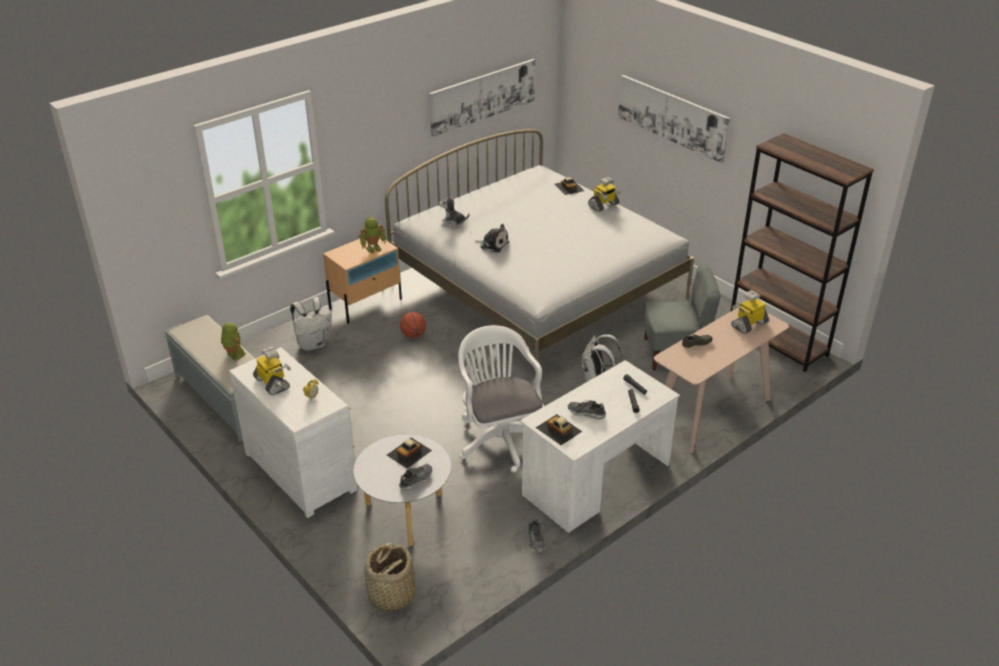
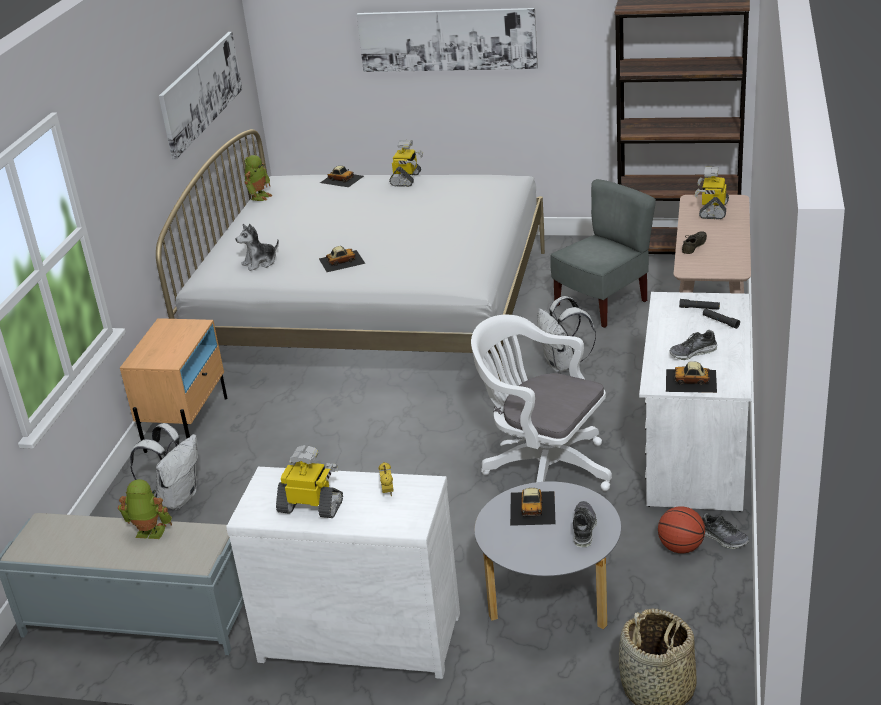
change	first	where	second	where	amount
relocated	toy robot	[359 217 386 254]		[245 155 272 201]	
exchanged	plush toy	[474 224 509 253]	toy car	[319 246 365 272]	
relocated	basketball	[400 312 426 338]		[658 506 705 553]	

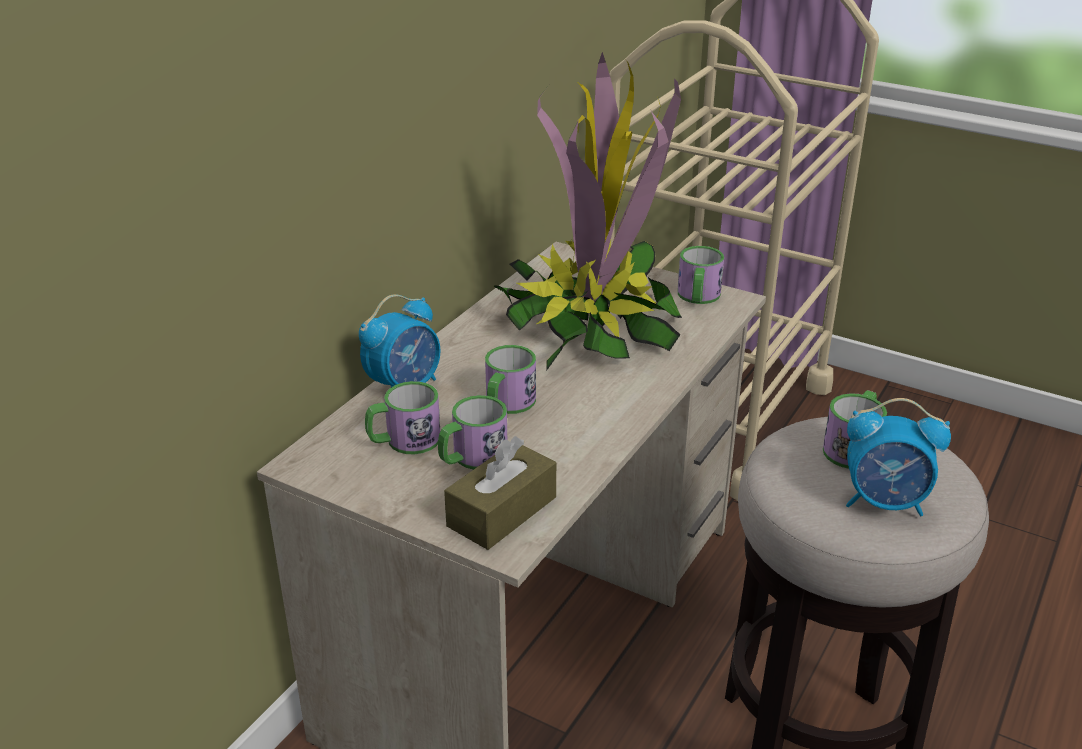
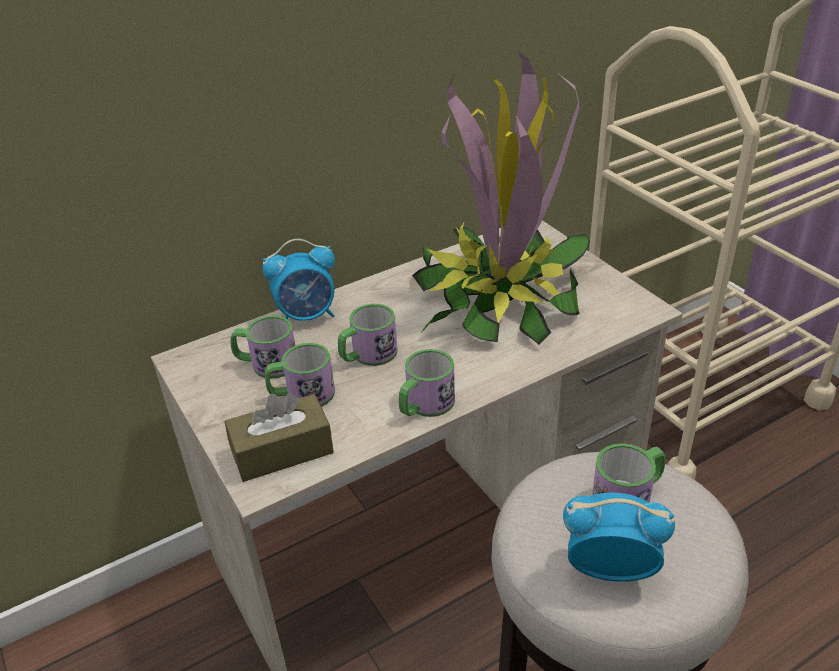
change	first	where	second	where	amount
relocated	mug	[677 246 724 304]		[399 349 455 417]	
spun	alarm clock	[846 398 951 516]		[563 493 675 582]	150 degrees clockwise

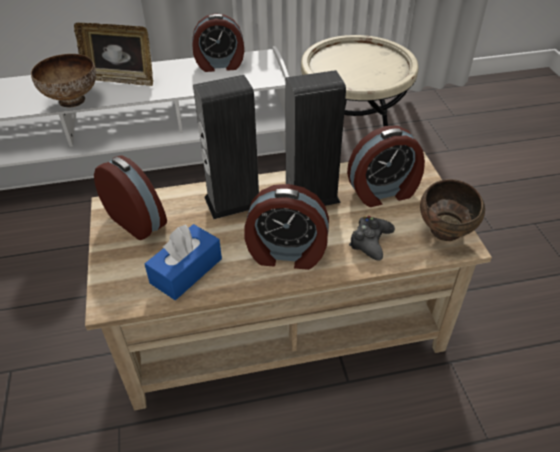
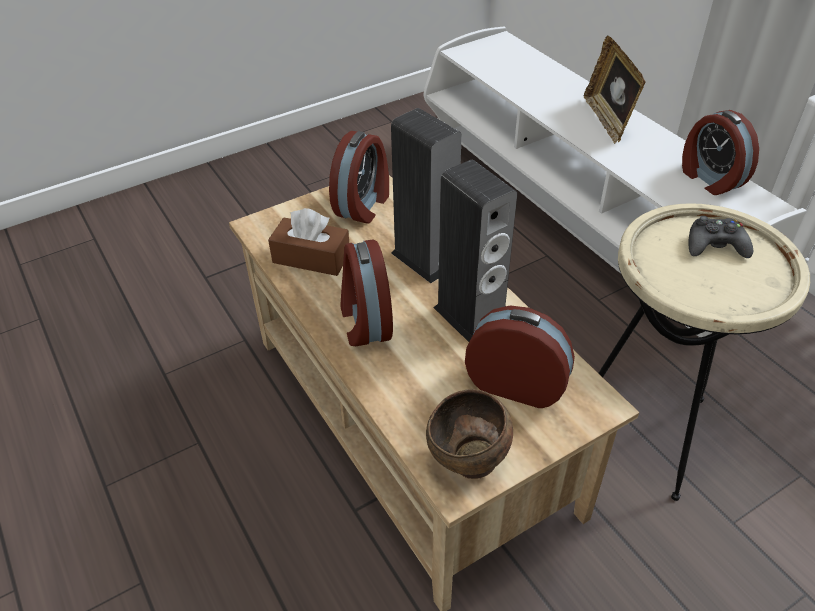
change	first	where	second	where	amount
missing	bowl	[31 54 96 107]			
spun	alarm clock	[347 126 425 207]		[465 306 575 408]	150 degrees clockwise
relocated	black game controller	[349 216 395 261]		[689 216 753 258]	
colour	blue tissue box	[145 224 222 300]	brown tissue box	[268 208 349 276]	

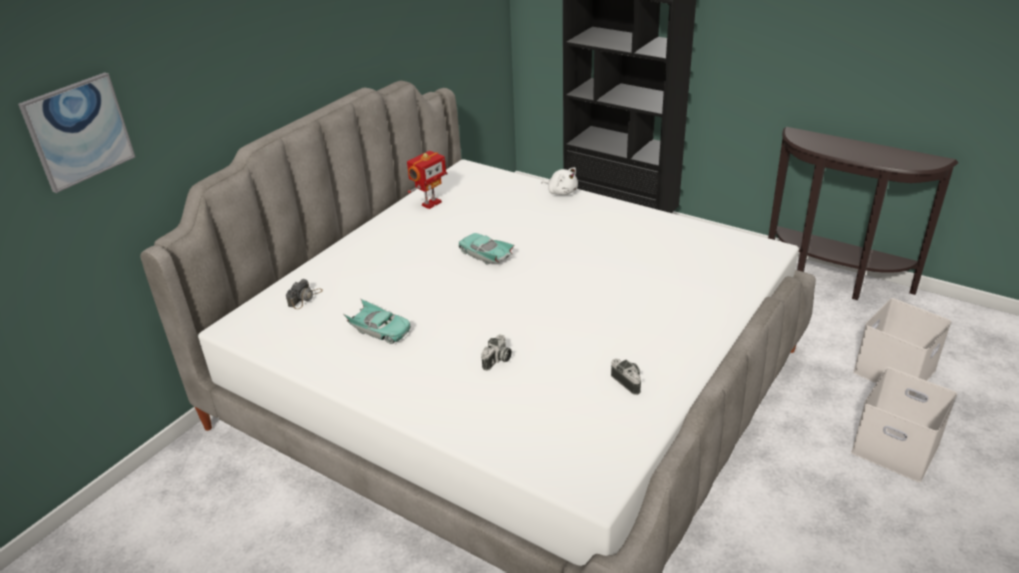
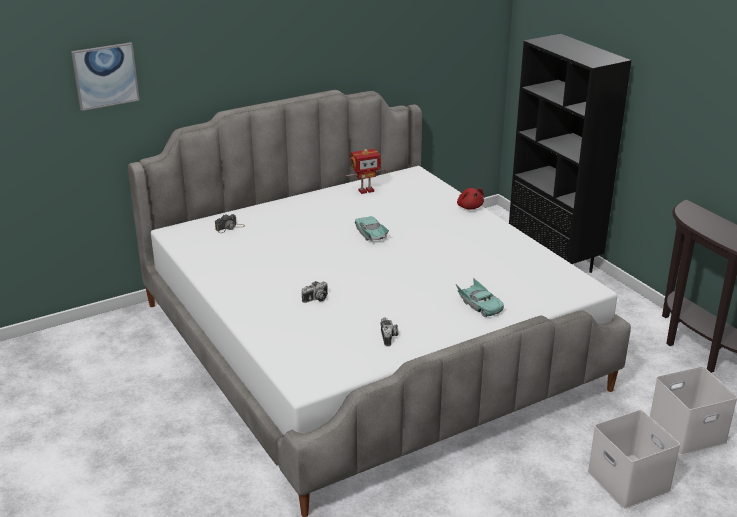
change	first	where	second	where	amount
colour	white plush toy	[542 167 578 195]	red plush toy	[457 188 484 210]	
relocated	turquoise toy car	[343 299 410 344]		[456 278 504 317]	

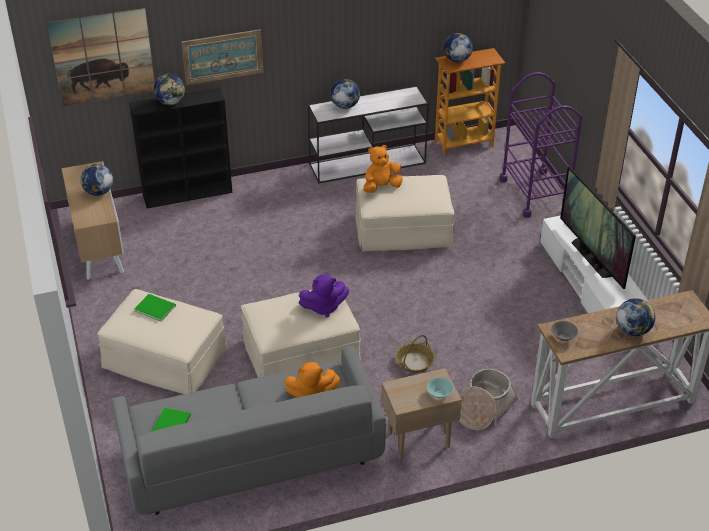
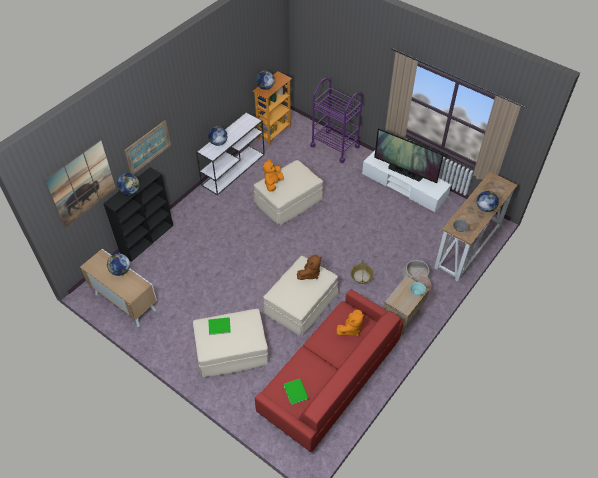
change	first	where	second	where	amount
colour	purple plush toy	[299 274 349 317]	brown plush toy	[297 254 321 280]	
colour	grey sofa	[112 346 386 515]	red sofa	[255 289 404 452]	

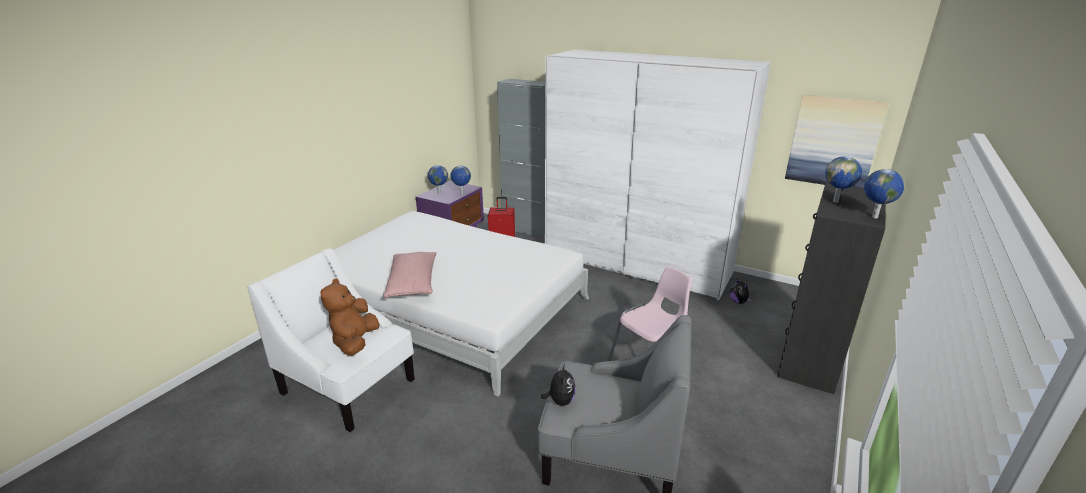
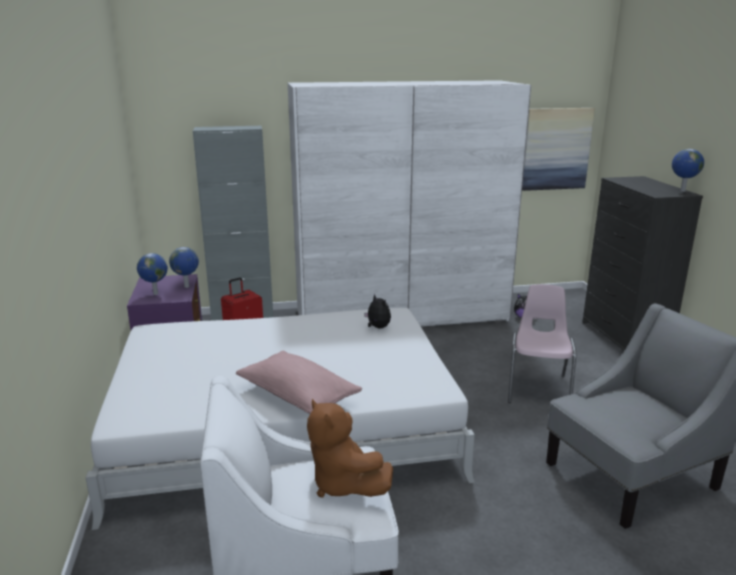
change	first	where	second	where	amount
missing	globe	[825 156 862 203]			
relocated	plush toy	[541 363 576 406]		[364 293 391 328]	

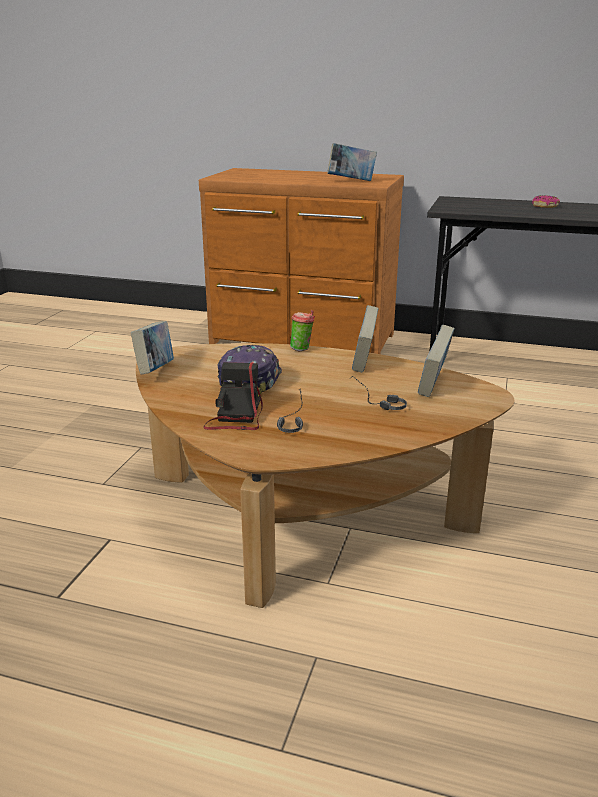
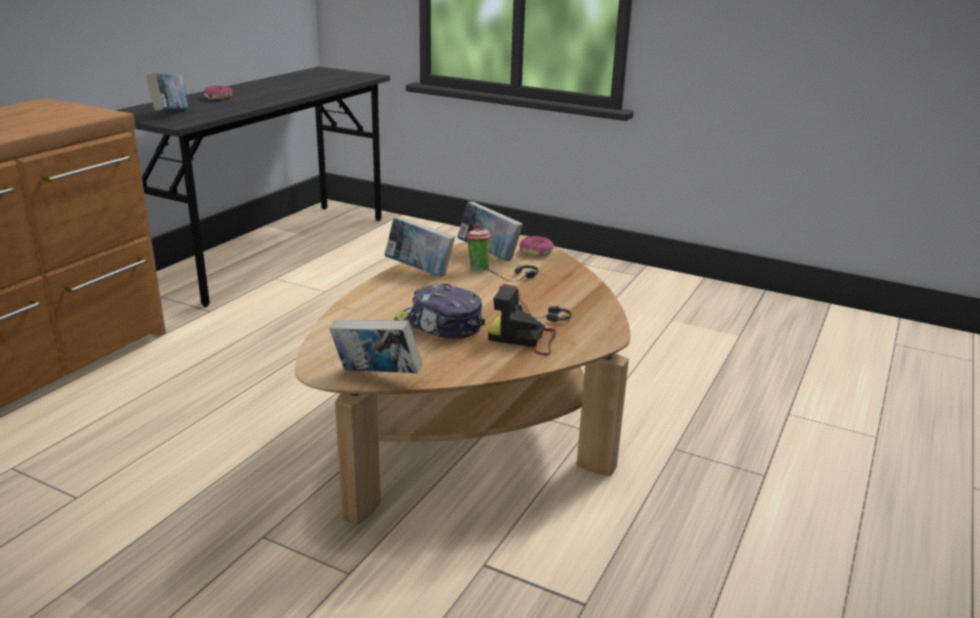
change	first	where	second	where	amount
relocated	book	[327 143 377 181]		[146 73 188 111]	
relocated	cup	[290 310 315 351]		[466 225 491 270]	
appeared			donut	[519 236 554 256]	

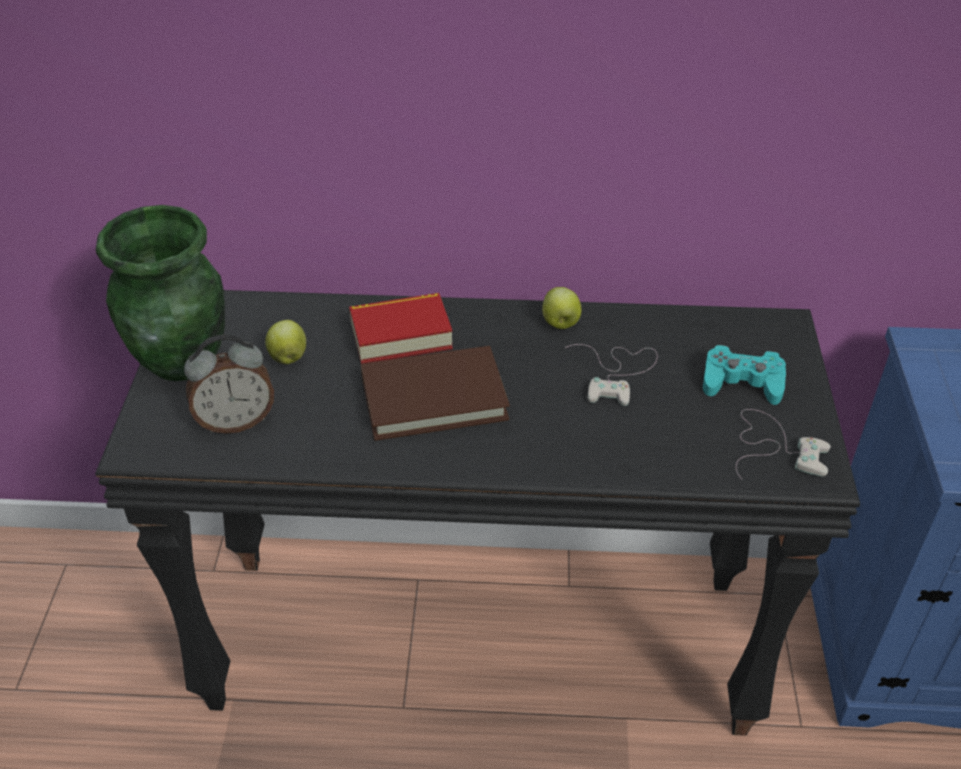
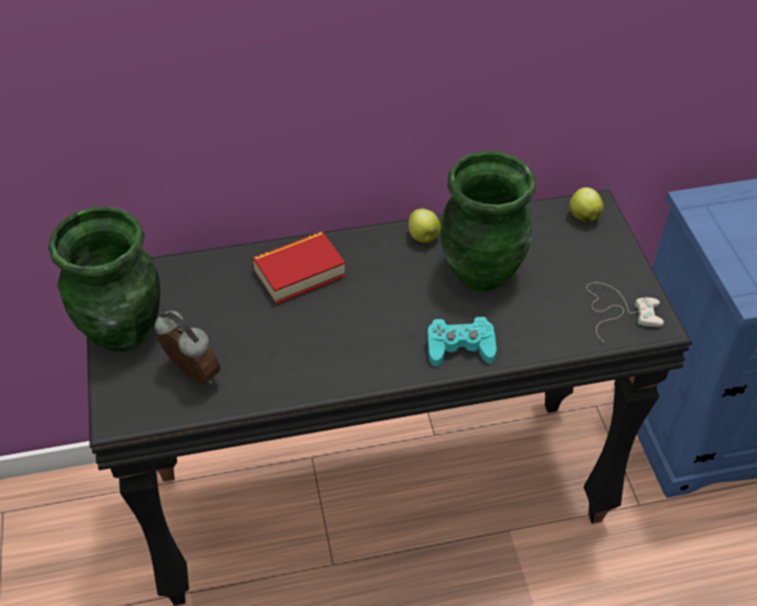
change	first	where	second	where	amount
relocated	apple	[265 320 306 365]		[569 187 604 222]	
spun	alarm clock	[184 334 274 434]		[154 311 221 385]	105 degrees counterclockwise
exchanged	white game controller	[565 344 657 406]	green vase	[441 151 535 292]	
relocated	turquoise game controller	[703 345 786 405]		[427 316 497 367]	
missing	brown book	[361 346 510 441]			

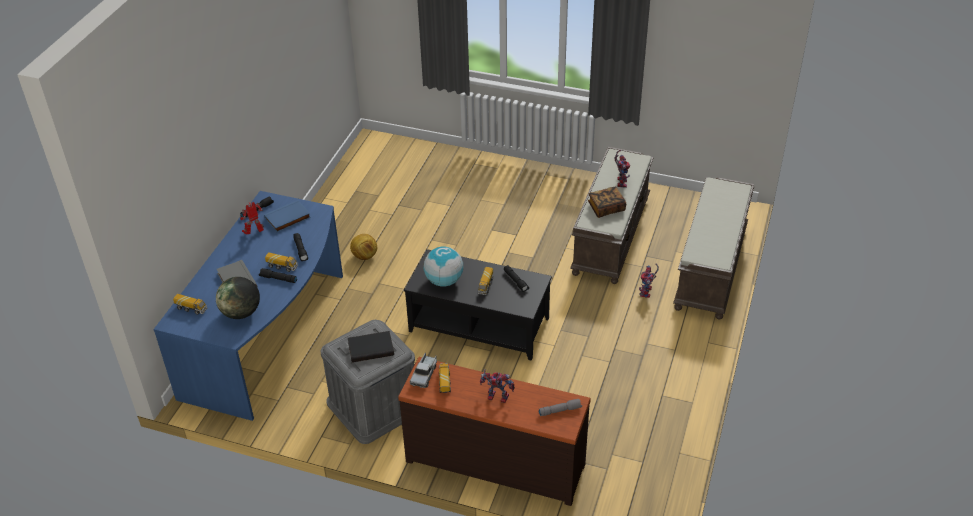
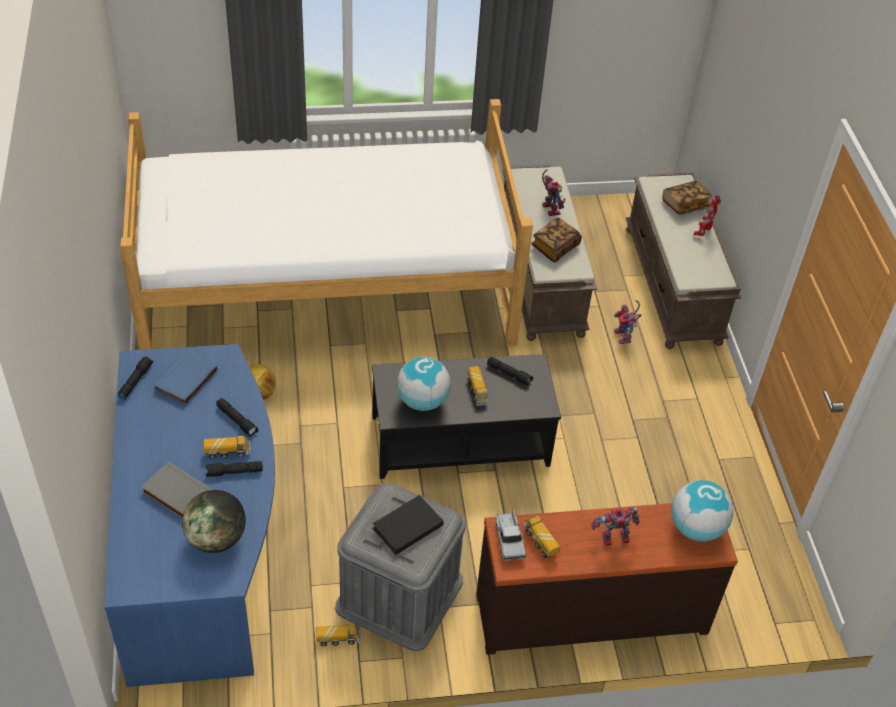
change	first	where	second	where	amount
relocated	toy robot	[240 202 264 234]		[694 195 721 236]	
relocated	toy truck	[173 294 207 315]		[316 624 361 646]	
exchanged	grey flashlight	[539 399 582 416]	globe	[671 480 734 542]	
appeared			bed	[120 99 533 350]	
appeared			book	[662 181 712 215]	

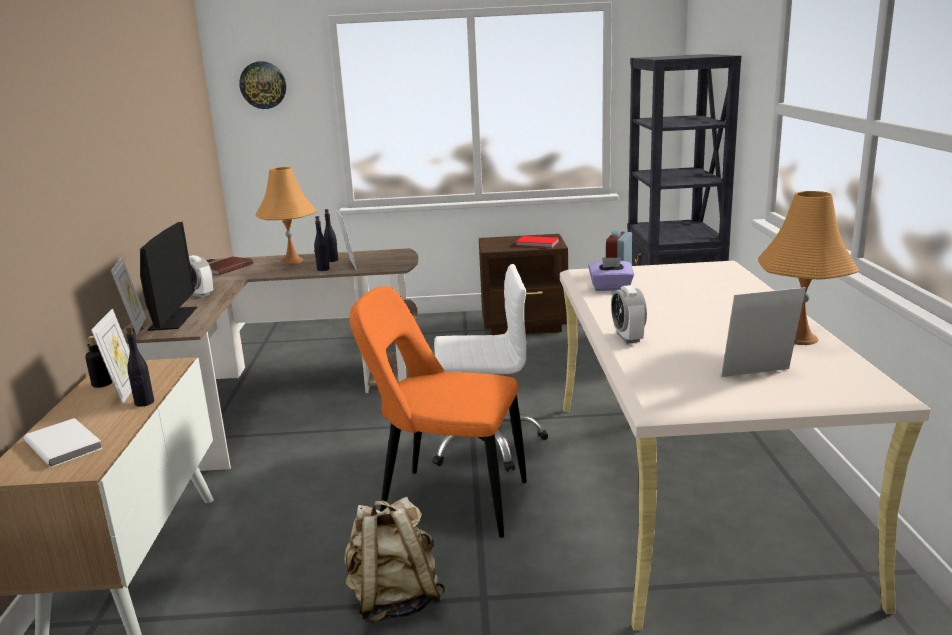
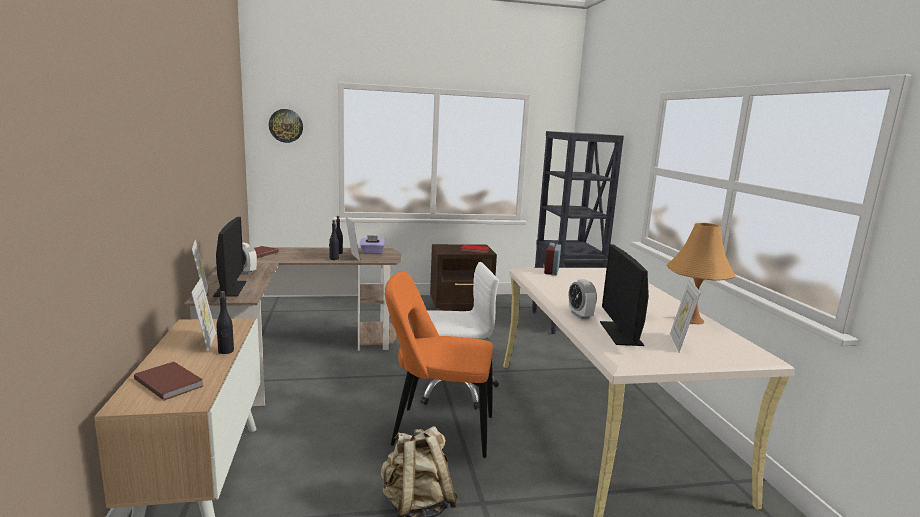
change	first	where	second	where	amount
missing	orange table lamp	[255 167 317 264]			
relocated	purple tissue box	[588 257 634 291]		[360 235 385 254]	
spun	picture frame	[721 287 806 377]		[670 278 701 352]	60 degrees counterclockwise
missing	bottle	[85 336 112 388]			
colour	white book	[24 418 103 467]	brown book	[134 362 203 400]	
appeared			monitor	[600 244 649 346]	

